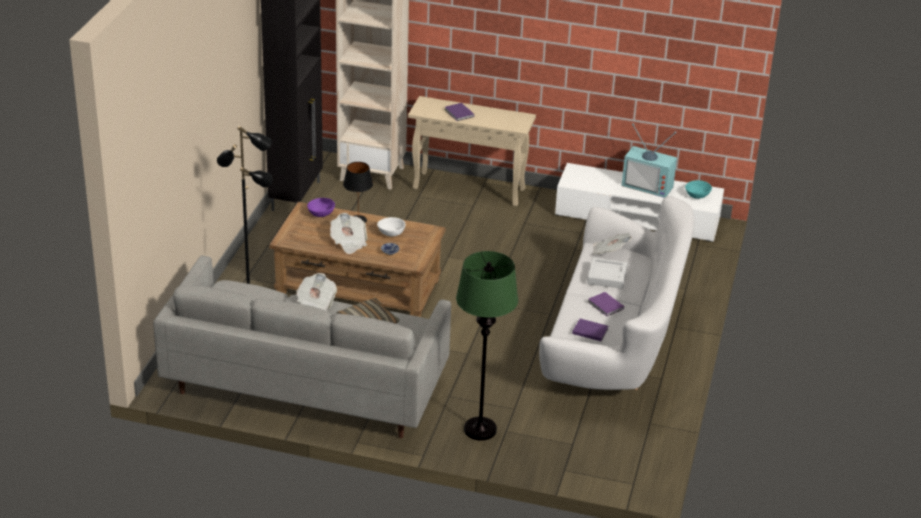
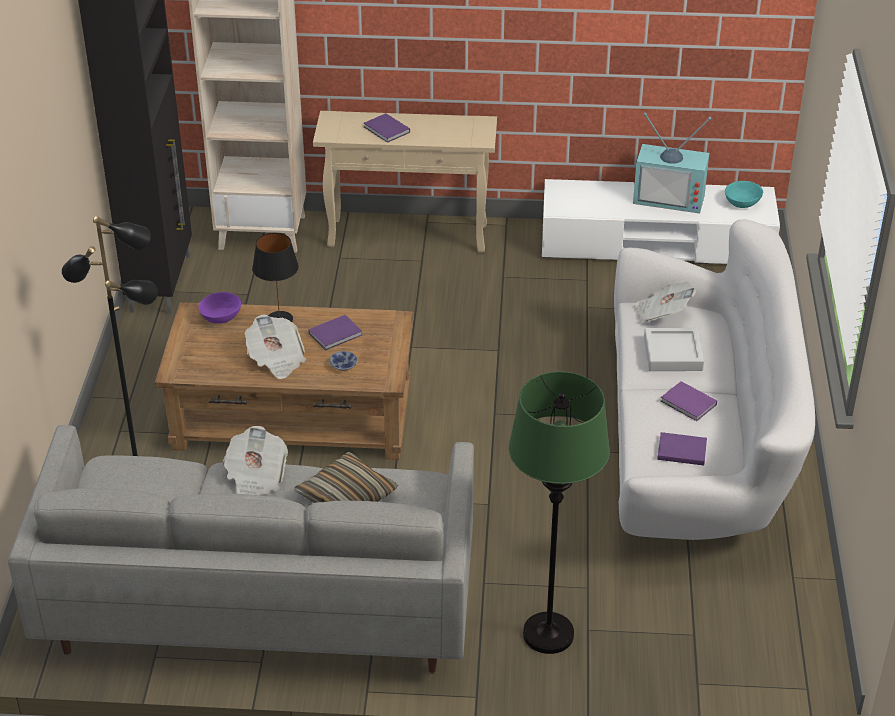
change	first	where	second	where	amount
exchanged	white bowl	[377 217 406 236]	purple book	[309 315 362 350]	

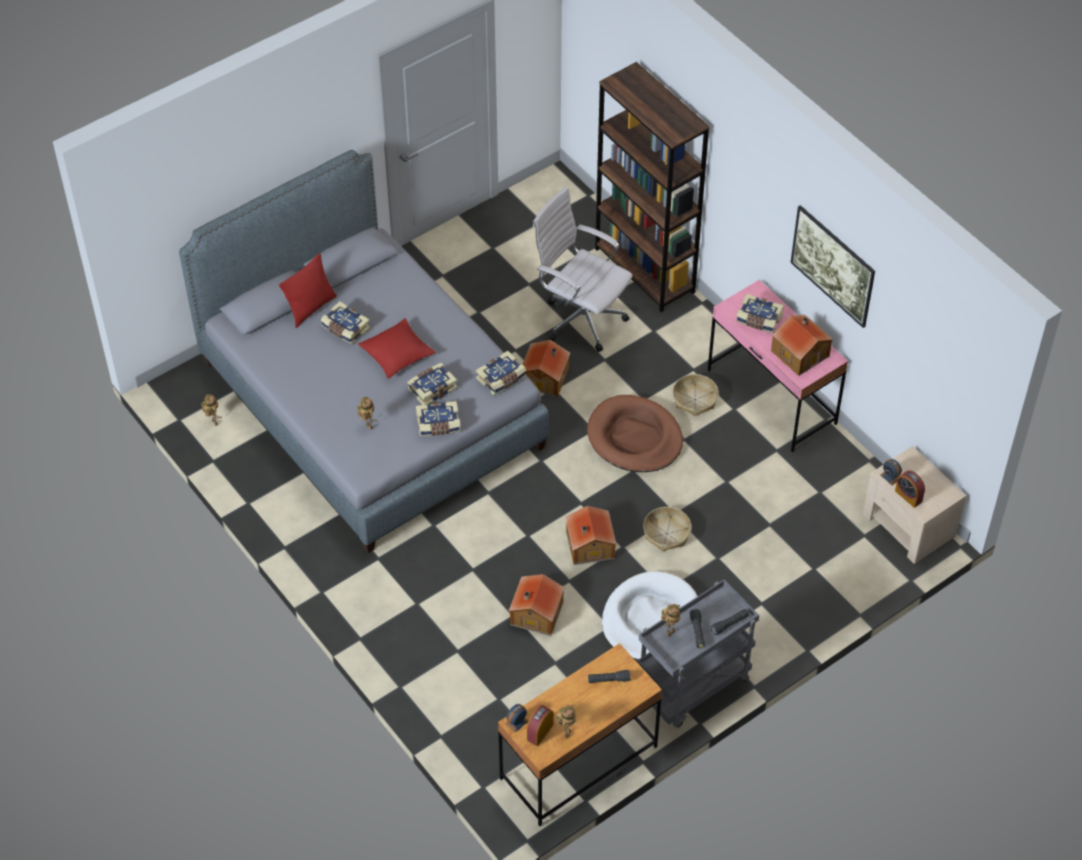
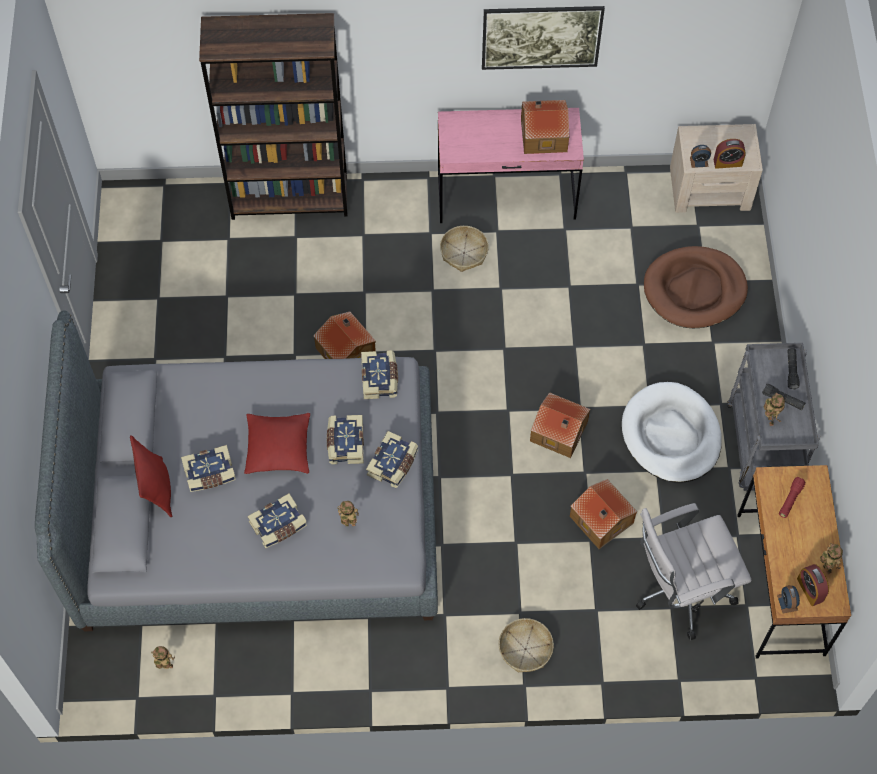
change	first	where	second	where	amount
relocated	white office chair	[533 187 633 352]		[636 503 751 641]	
relocated	book	[736 294 784 333]		[248 493 307 548]	
relocated	brown dog bed	[587 395 683 472]		[644 246 748 328]	
relocated	basket	[643 507 692 551]		[499 618 554 672]	
colour	black flashlight	[588 670 631 683]	red flashlight	[779 477 806 518]	

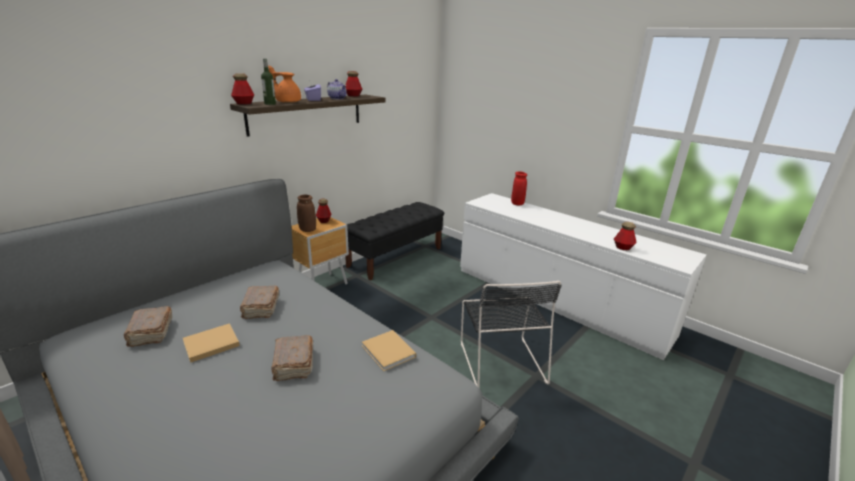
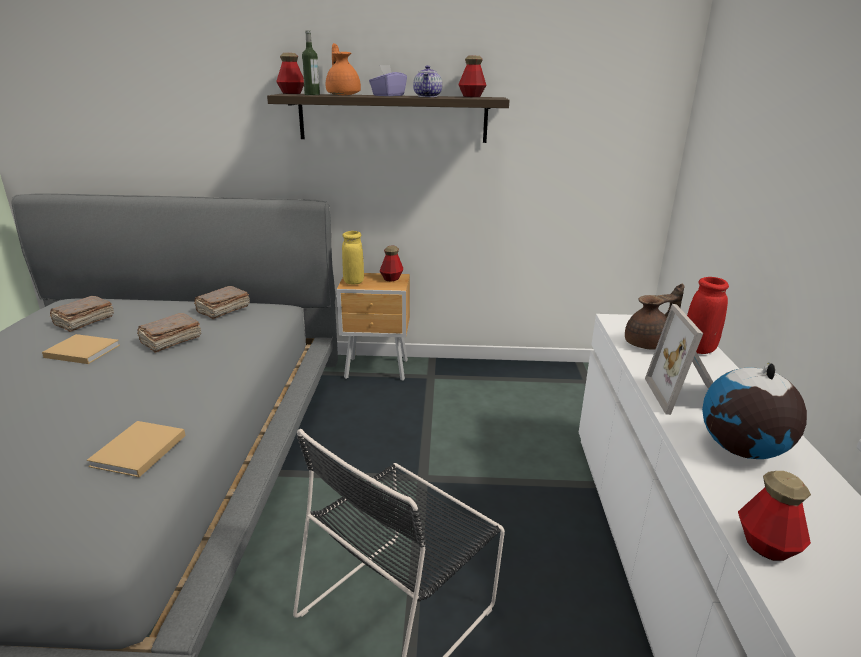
change	first	where	second	where	amount
colour	brown vase	[297 195 316 232]	yellow vase	[342 231 364 285]	
missing	black bench	[345 202 444 281]			
relocated	brown book	[272 335 313 381]		[194 286 250 319]	
appeared			brown teapot	[625 284 684 349]	
appeared			picture frame	[645 304 714 415]	
appeared			globe	[702 362 807 459]	

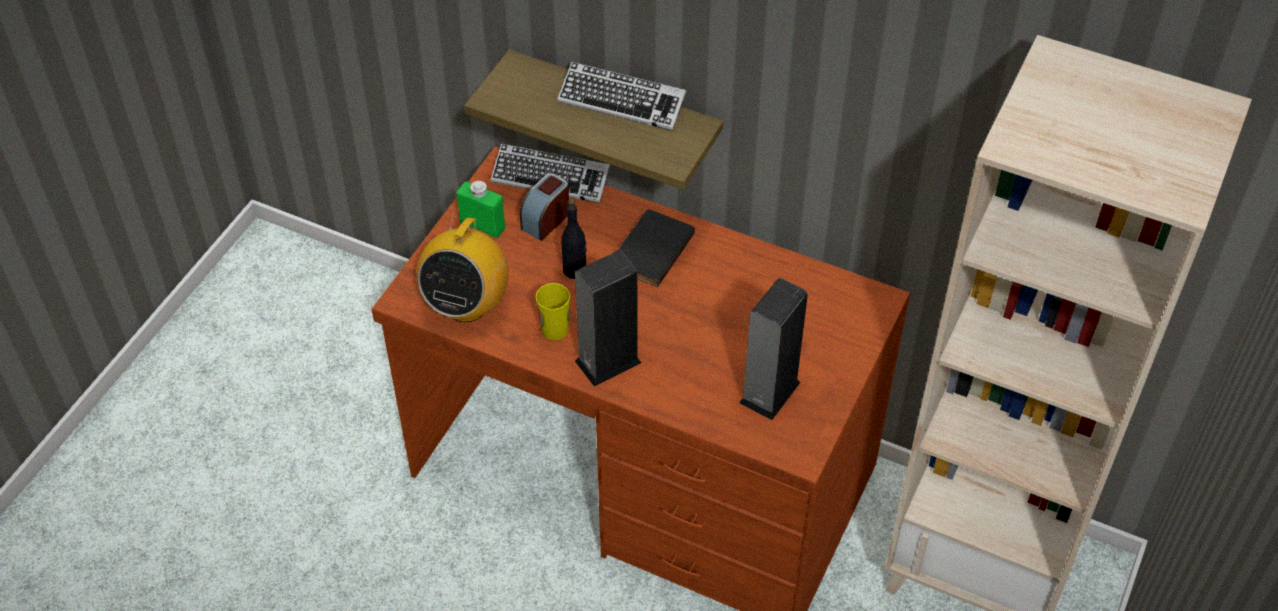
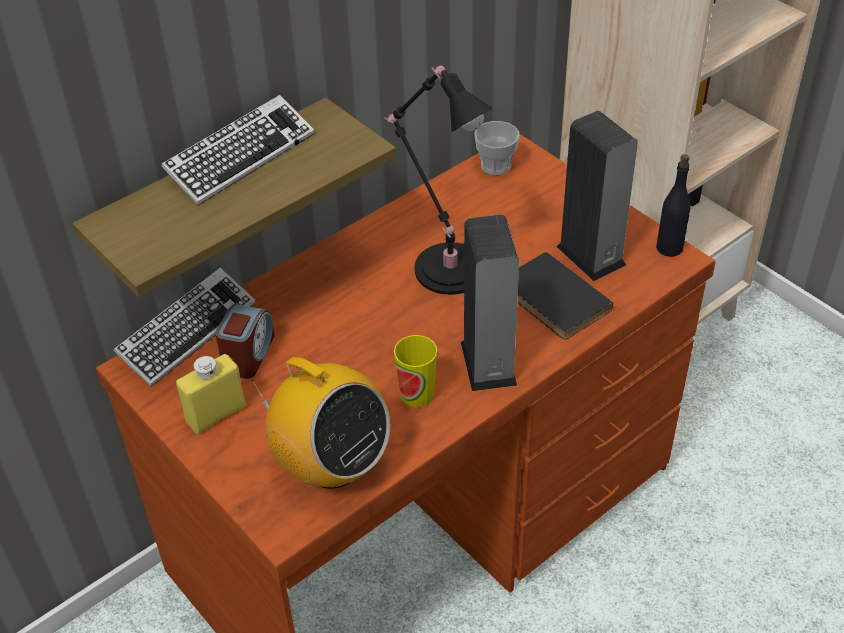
change	first	where	second	where	amount
spun	alarm clock	[520 173 569 241]		[215 304 275 379]	135 degrees counterclockwise
colour	green bottle	[456 181 505 238]	yellow bottle	[176 354 246 434]	
relocated	black bottle	[561 199 587 279]		[656 154 691 257]	
relocated	black book	[617 210 695 287]		[517 252 613 339]	
appeared			black table lamp	[384 66 492 295]	
appeared			cup	[474 121 520 175]	

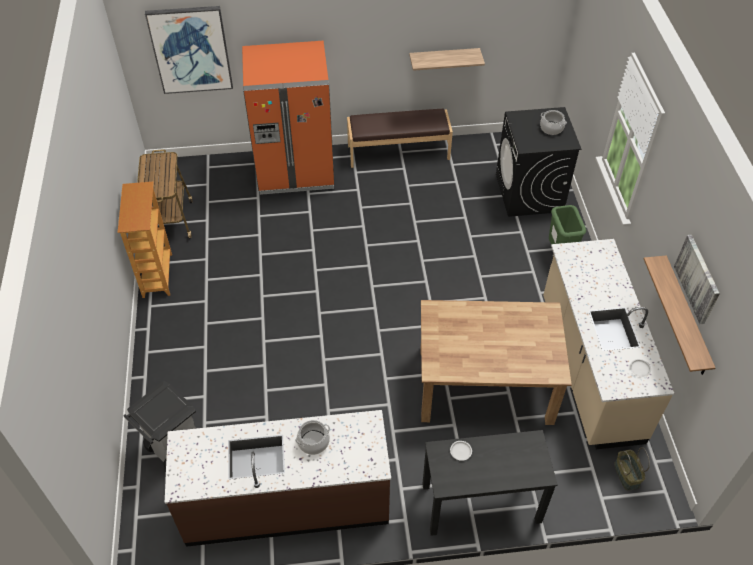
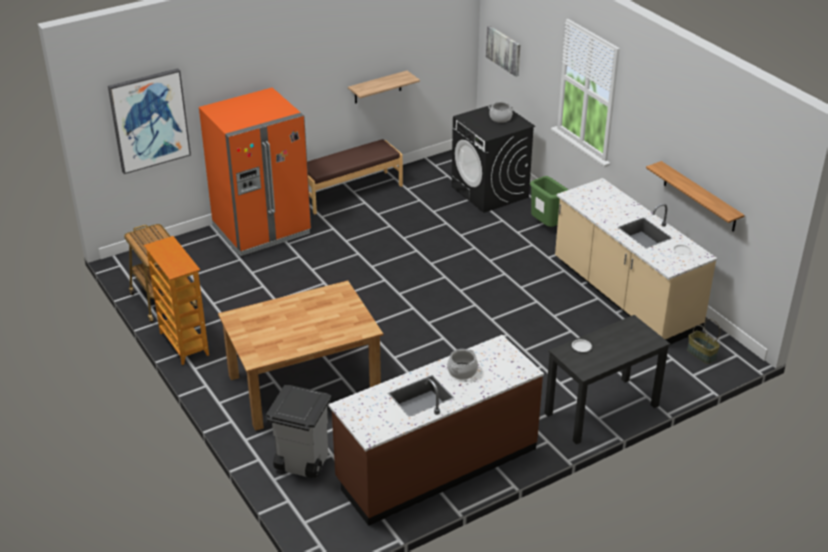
change	first	where	second	where	amount
relocated	picture	[674 235 720 324]		[486 26 520 77]	
relocated	brown dining table	[421 300 572 425]		[218 281 384 431]	

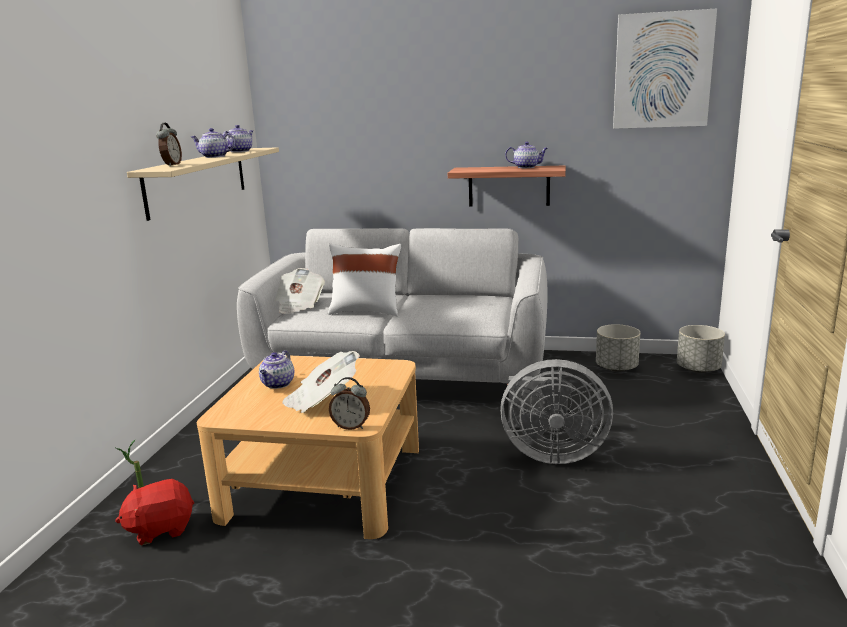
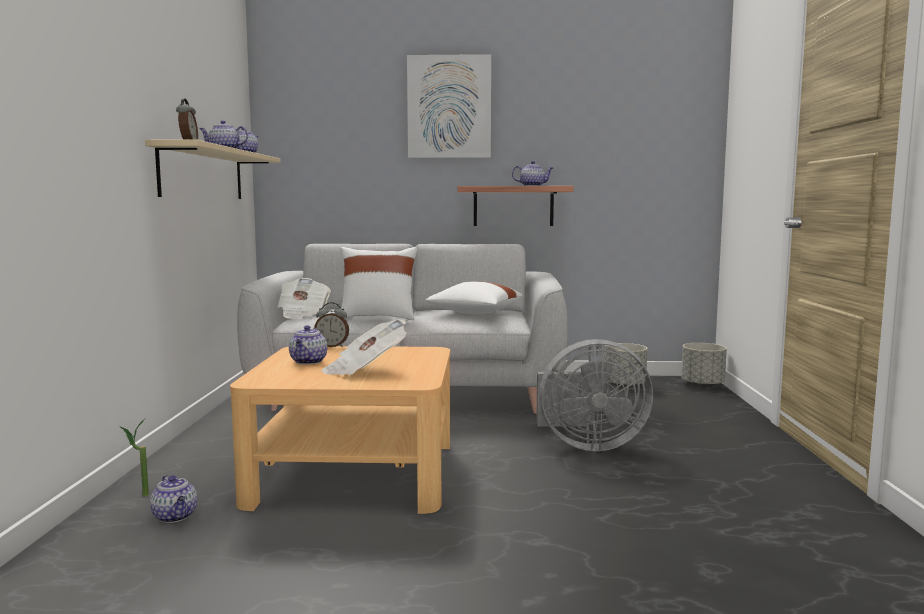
change	first	where	second	where	amount
relocated	picture	[613 9 717 129]		[407 54 491 158]	
relocated	alarm clock	[329 377 370 430]		[314 302 349 347]	
exchanged	red plush toy	[115 479 194 545]	teapot	[150 475 197 523]	
appeared			white pillow	[425 281 523 314]	

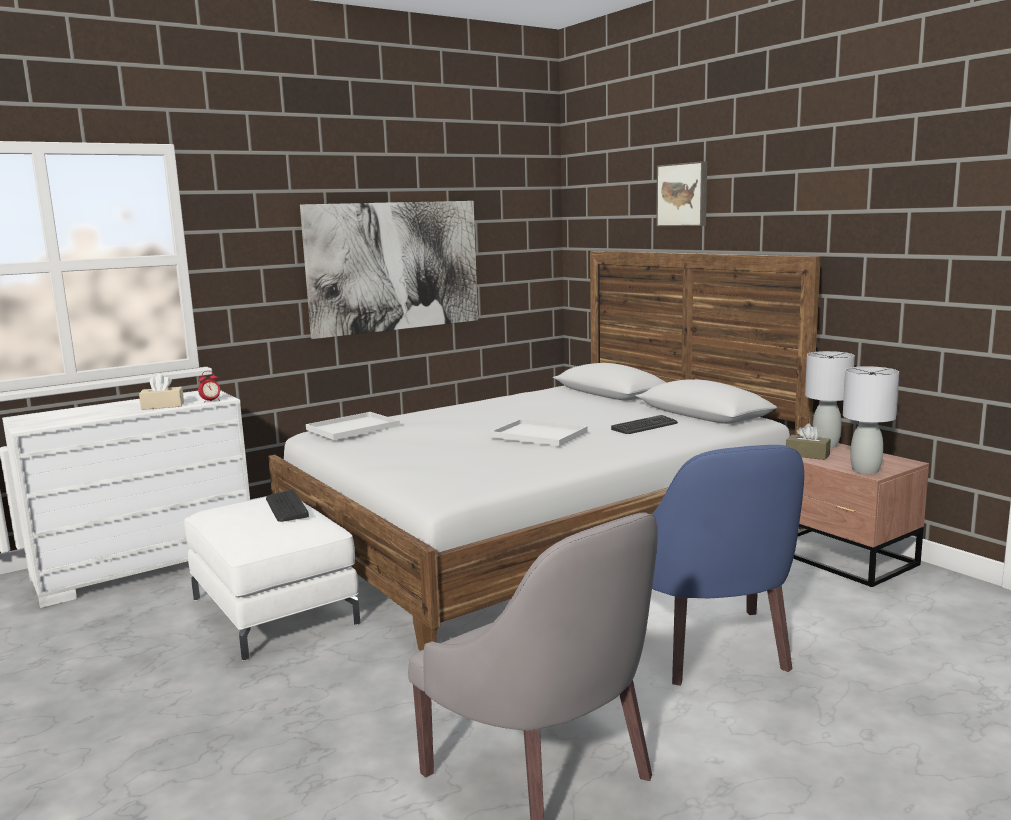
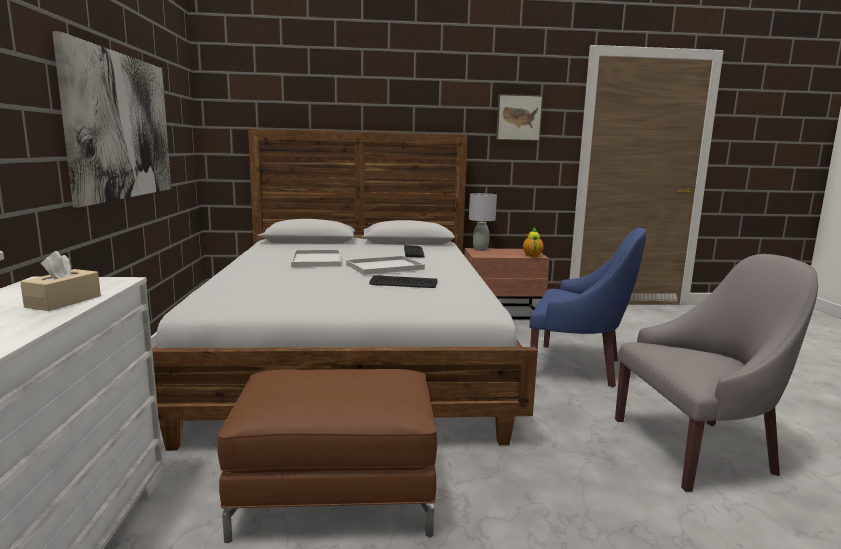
change	first	where	second	where	amount
relocated	picture	[656 161 707 226]		[496 94 543 141]	
exchanged	grey table lamp	[843 366 899 474]	teapot	[523 227 544 257]	
missing	alarm clock	[198 371 220 403]			
relocated	white tray	[306 412 400 440]		[291 250 341 267]	
missing	brown tissue box	[786 423 831 460]			
relocated	keyboard	[266 490 309 522]		[369 275 437 288]	
colour	white ottoman	[184 497 360 661]	brown ottoman	[218 369 437 543]	

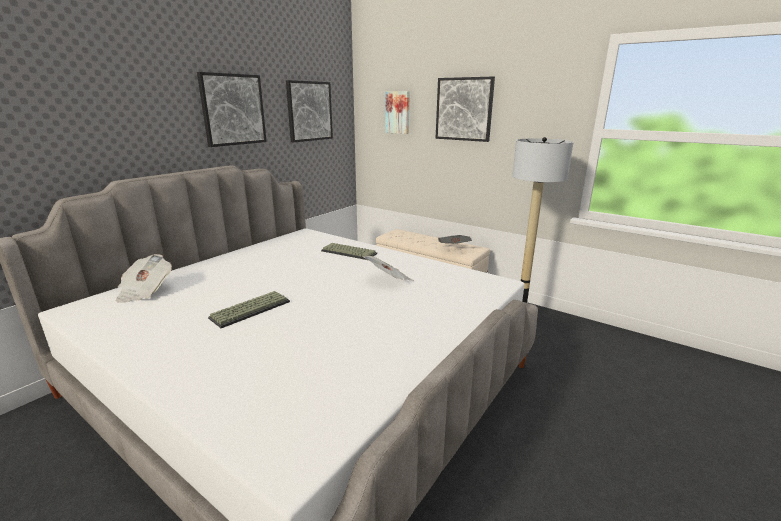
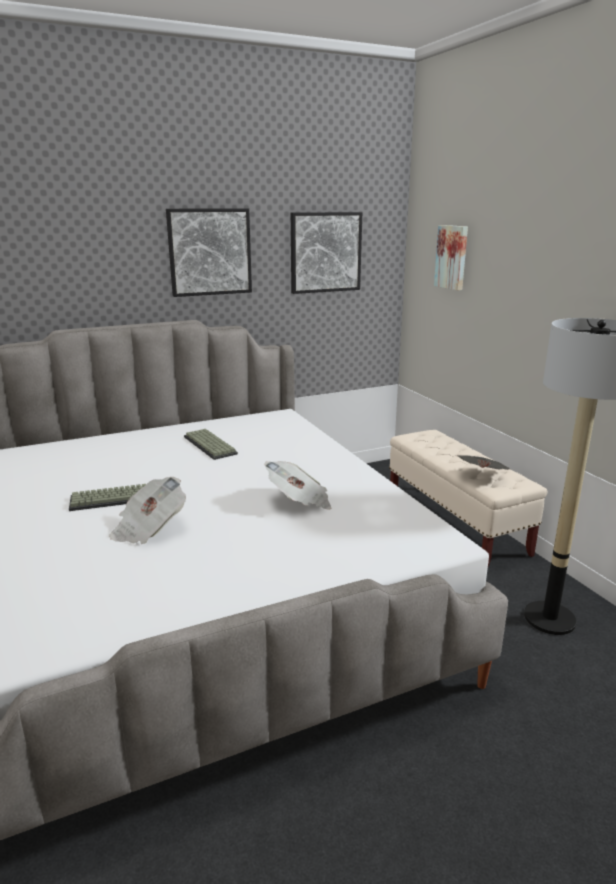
change	first	where	second	where	amount
missing	picture	[436 77 495 142]			
relocated	keyboard	[321 243 377 260]		[184 429 238 460]	
relocated	newspaper	[116 254 172 303]		[109 477 186 544]	

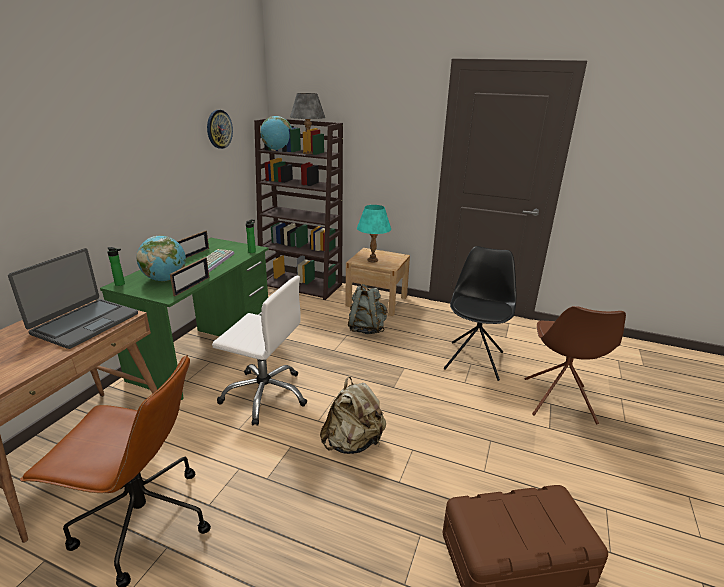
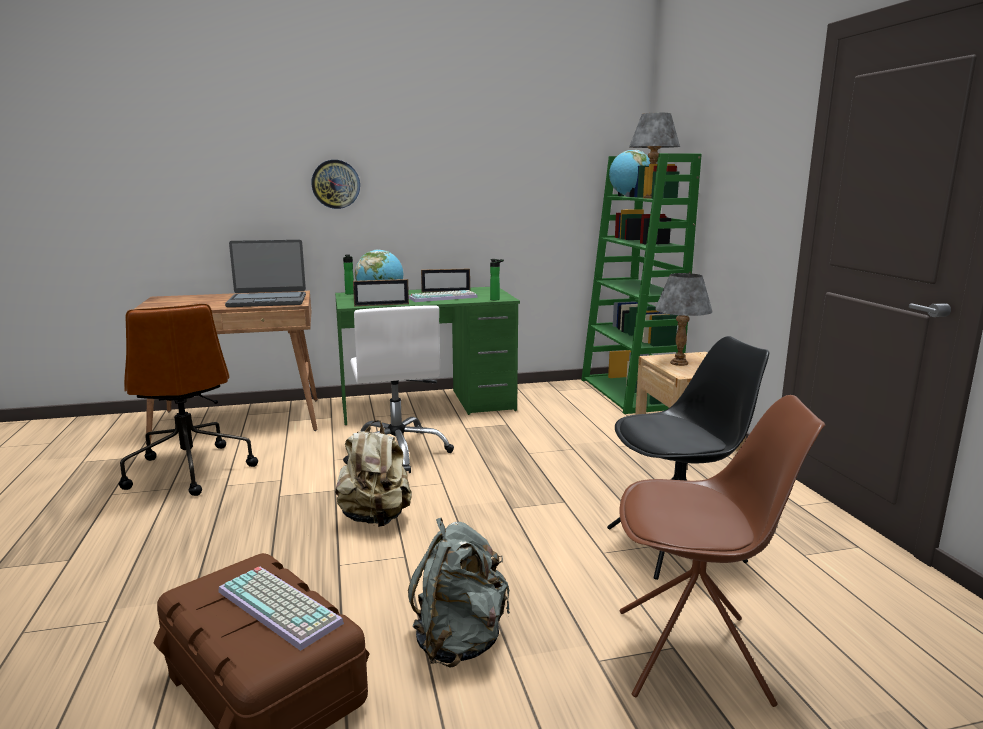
change	first	where	second	where	amount
relocated	wall clock	[207 110 233 149]		[311 160 360 209]	
colour	brown bookcase	[254 119 343 300]	green bookcase	[581 153 702 414]	
colour	turquoise table lamp	[357 205 391 262]	grey table lamp	[655 273 713 366]	
relocated	grey backpack	[348 284 387 334]		[408 518 510 668]	
spun	brown chair	[525 306 626 424]		[619 395 825 707]	150 degrees counterclockwise
appeared			keyboard	[218 567 344 651]	

